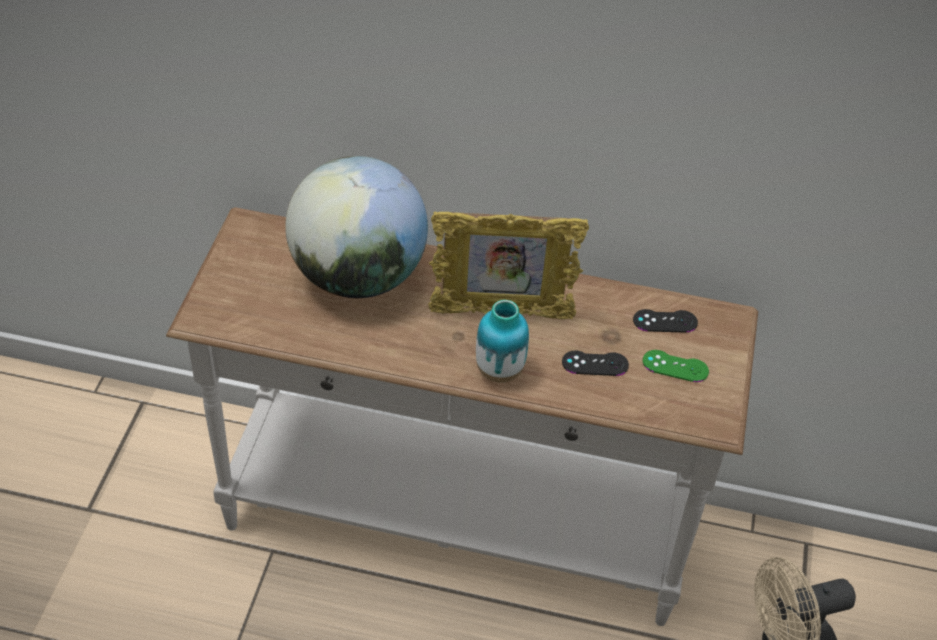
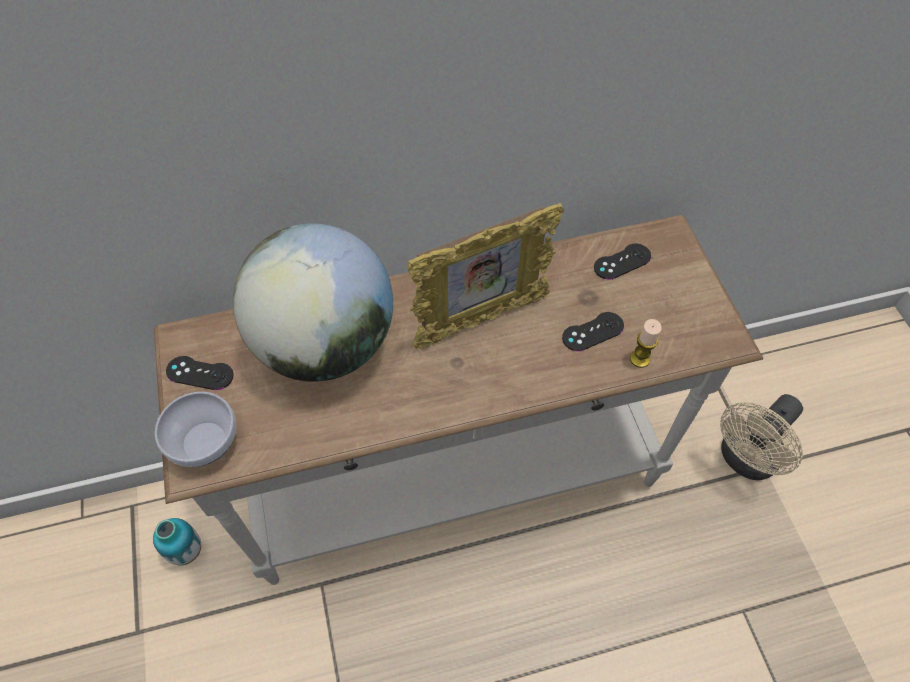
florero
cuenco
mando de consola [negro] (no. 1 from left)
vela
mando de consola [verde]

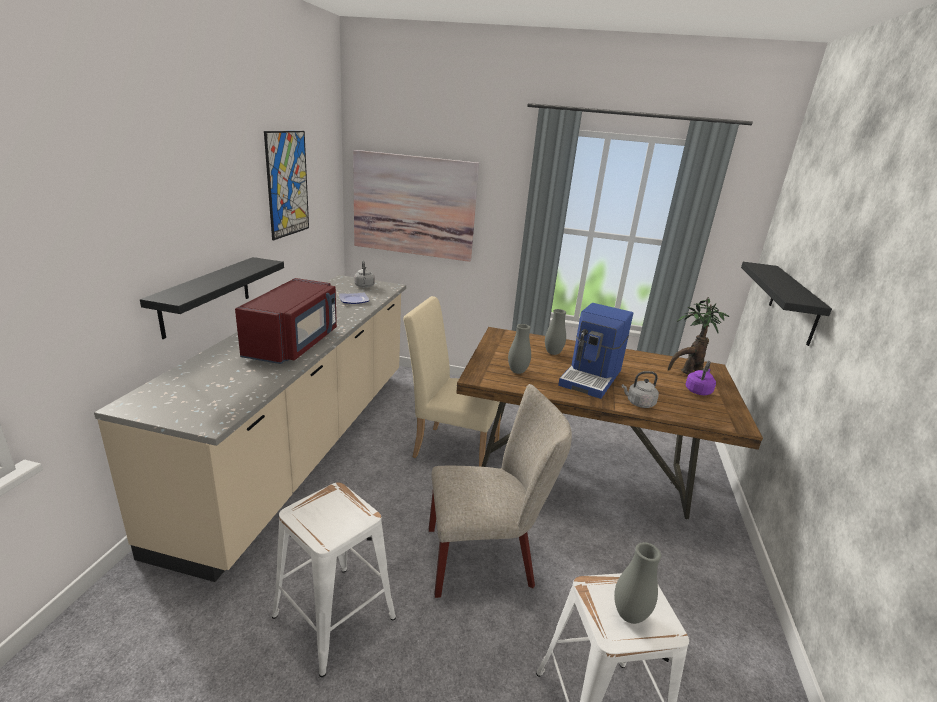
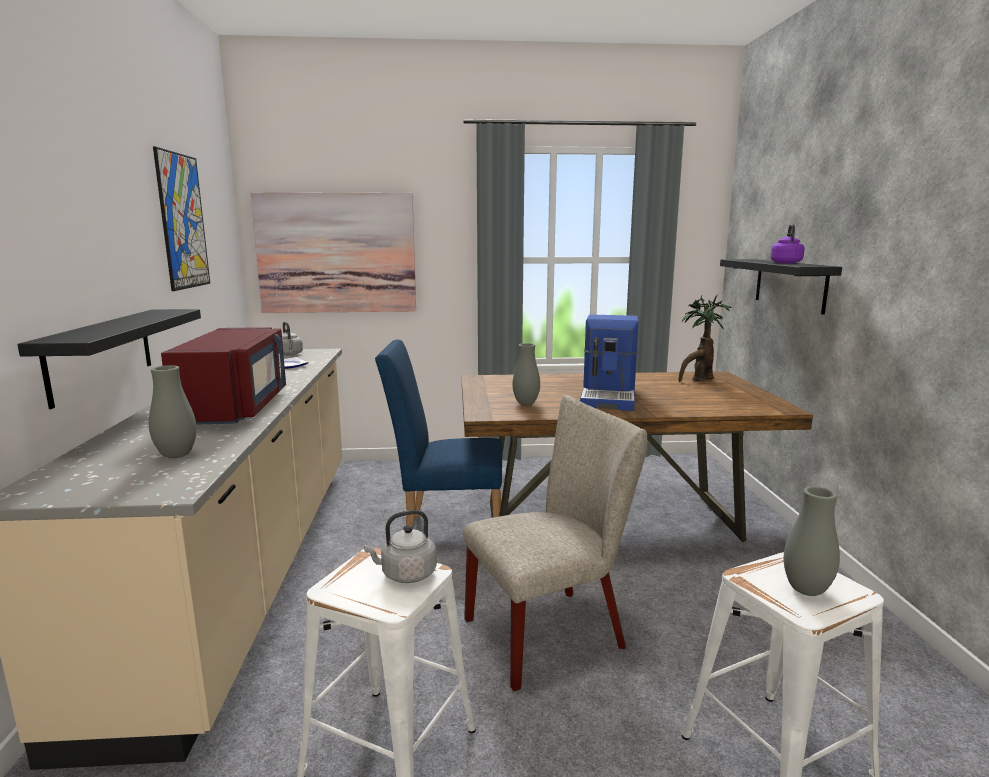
florero [gris] (no. 1 from left)
hervidor [gris] (no. 2 from left)
silla [azul]
hervidor [morado]

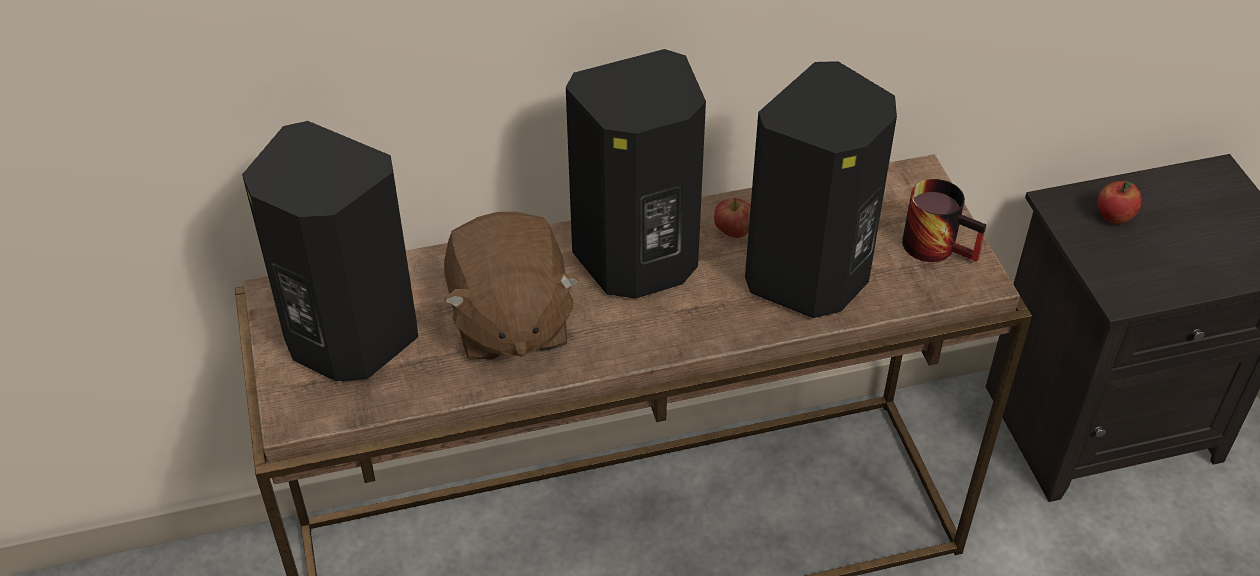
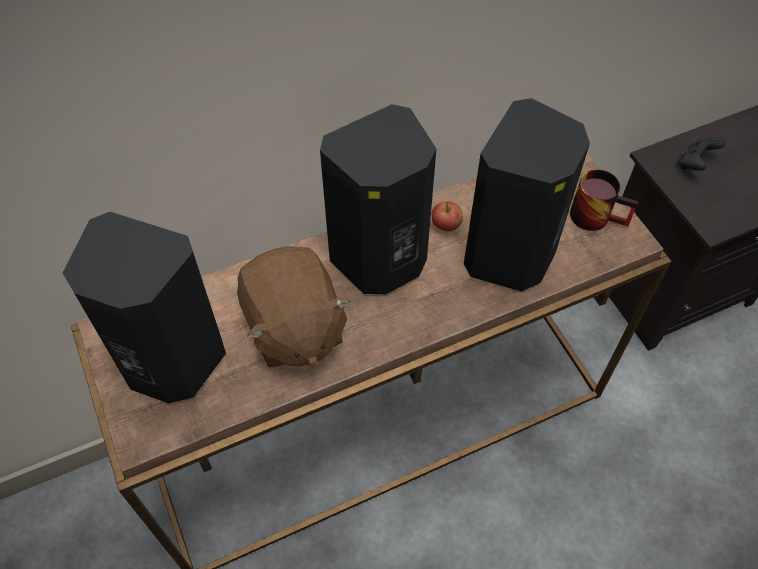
mando de consola [negro]

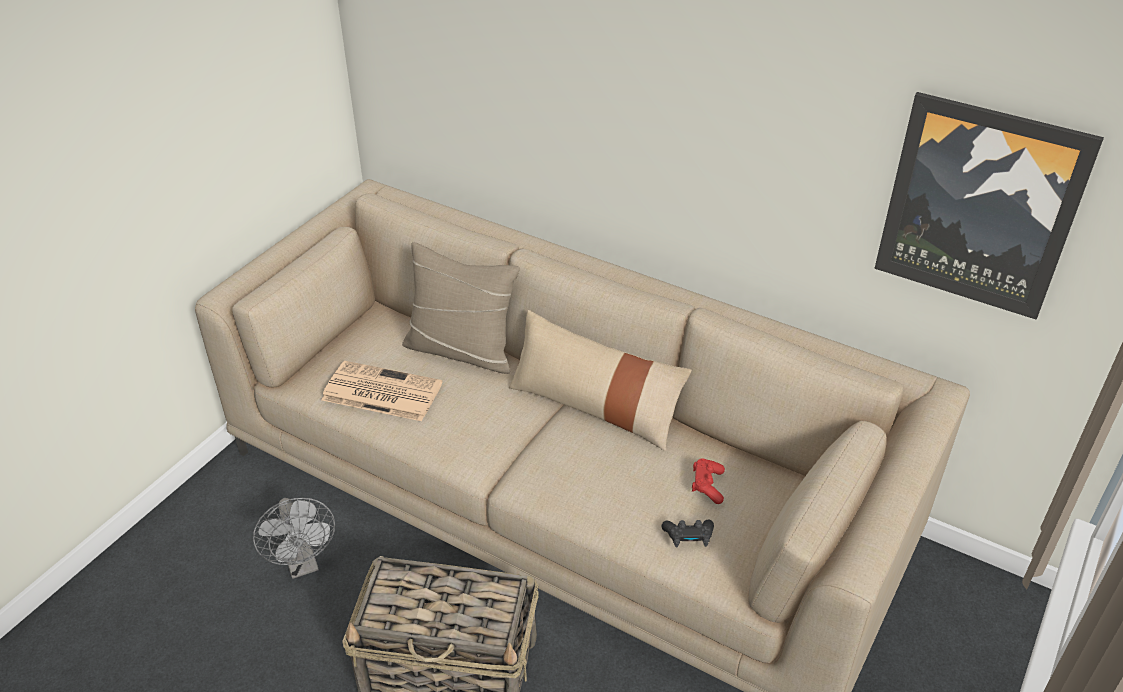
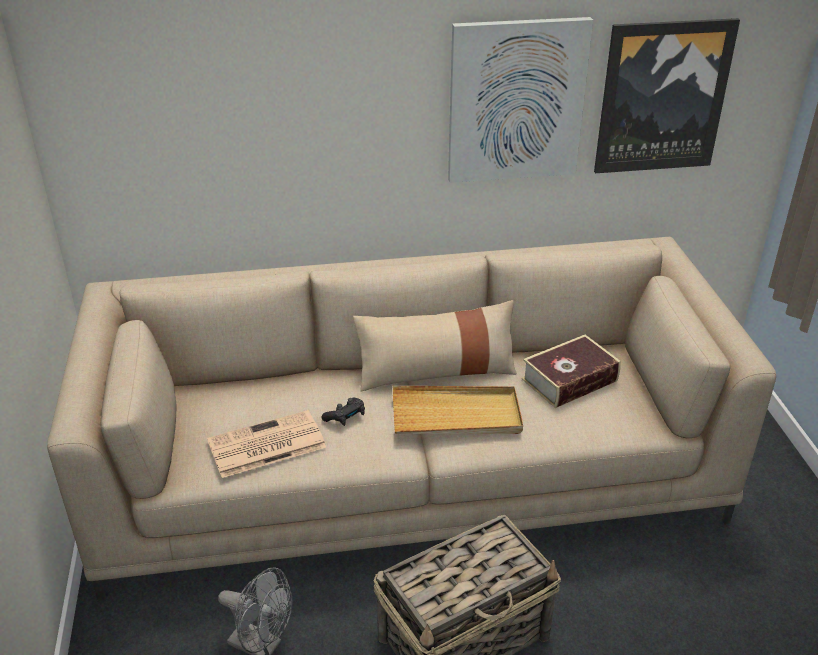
mando de consola [negro]
bandeja [beis]
cuadro (no. 1 from left)
libro
cojín [beis] (no. 1 from left in the first image)

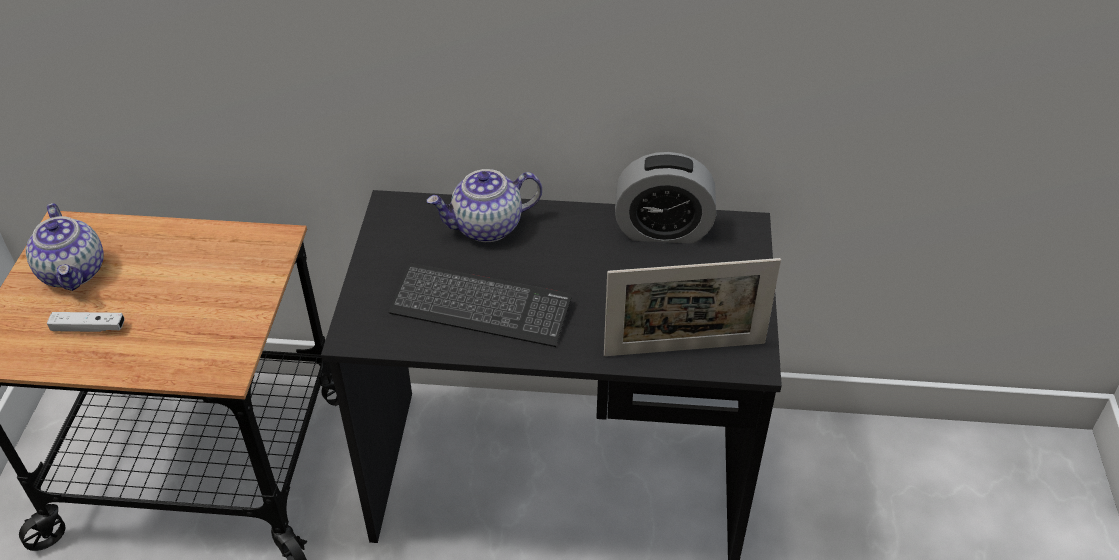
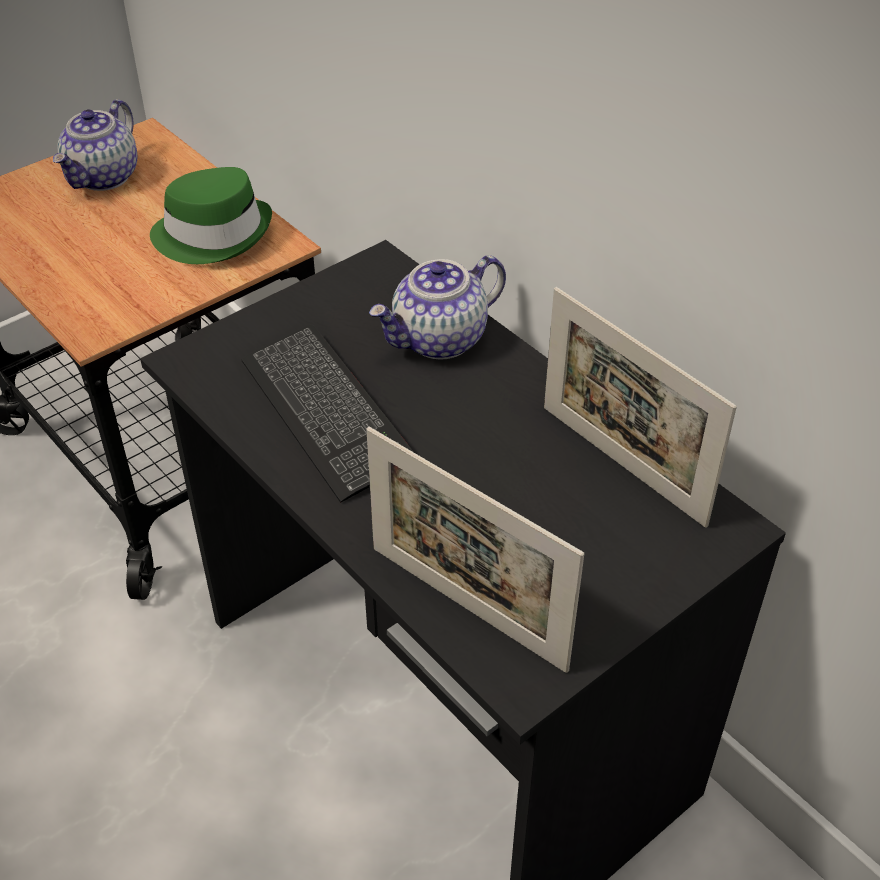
sombrero [verde]
tetera (no. 2 from left)
portarretratos (no. 2 from left)
mando de consola [blanco]

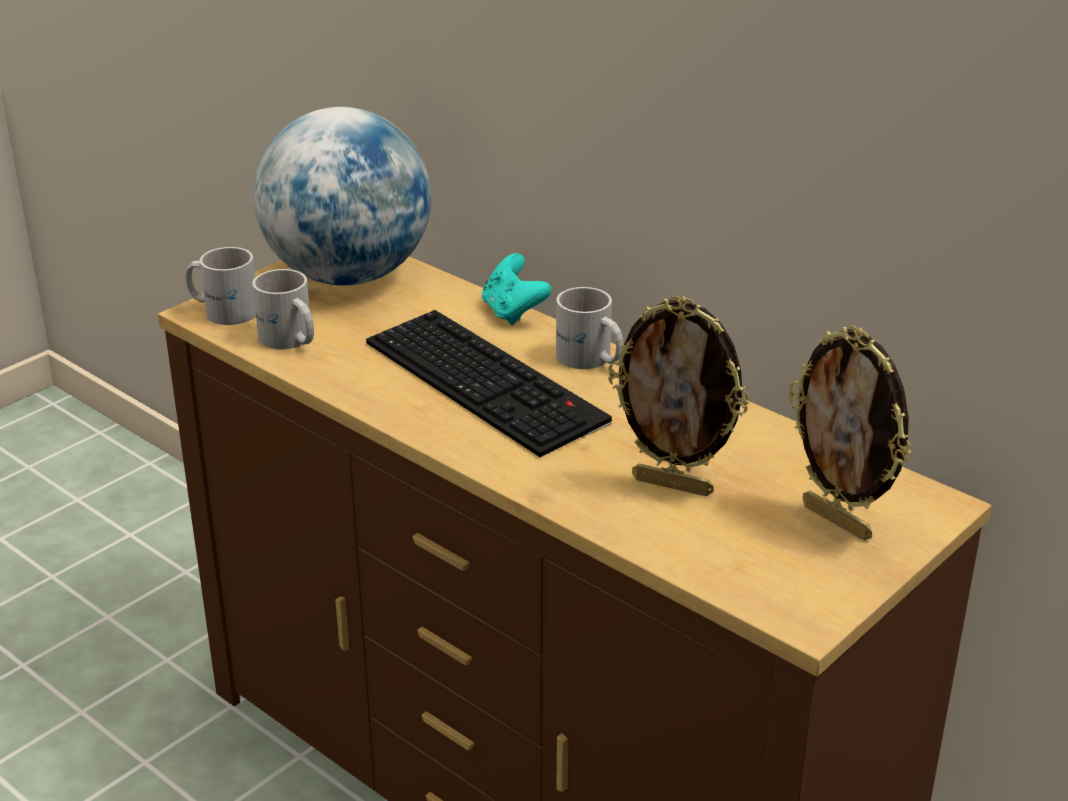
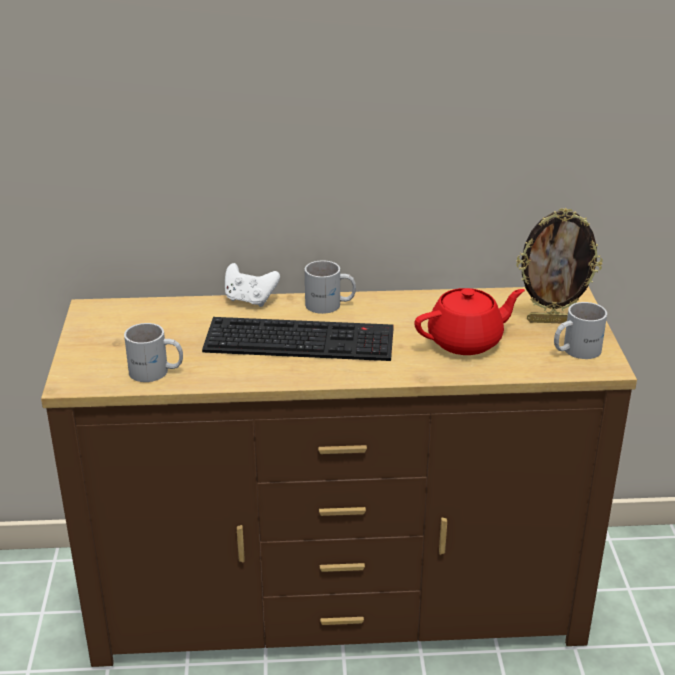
mando de consola [blanco]
tetera [rojo]
taza grande [blanco] (no. 3 from left)
globo terráqueo

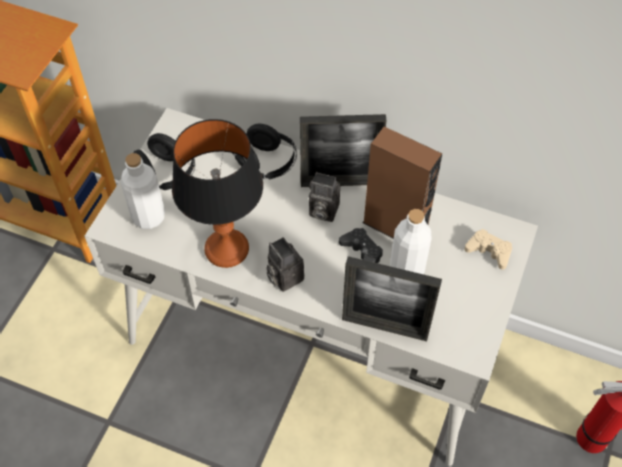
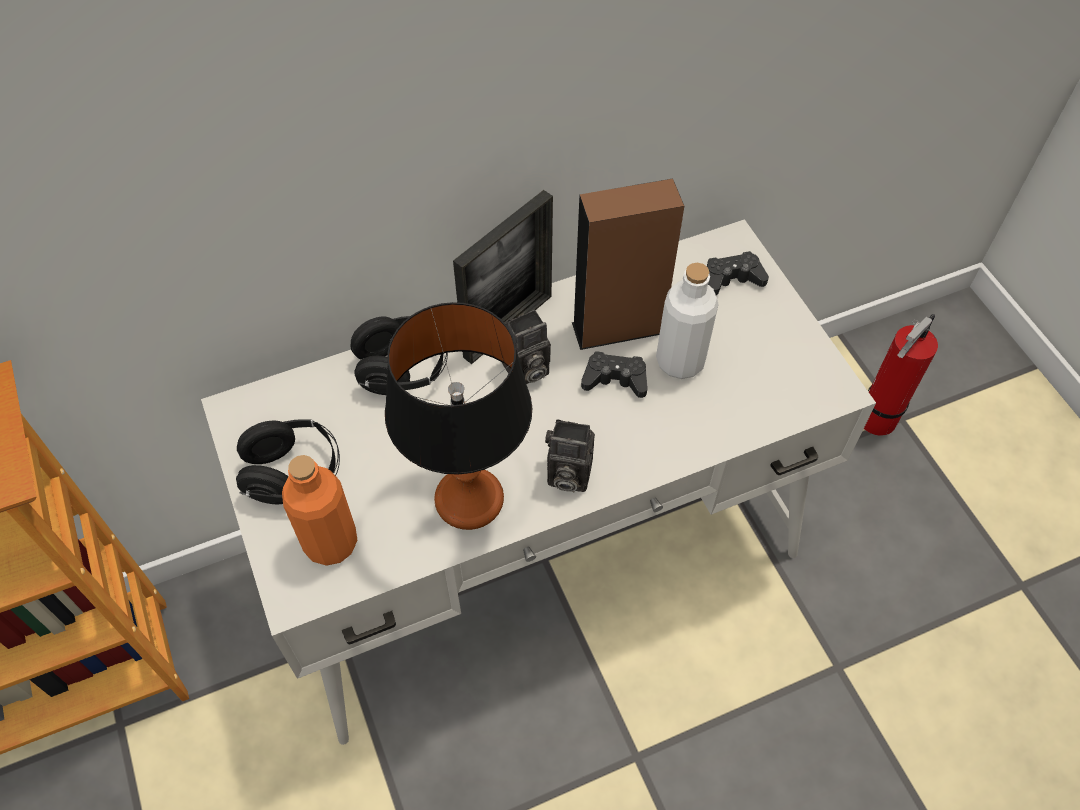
botella [naranja]
mando de consola [negro] (no. 2 from left)
portarretratos (no. 2 from left in the first image)

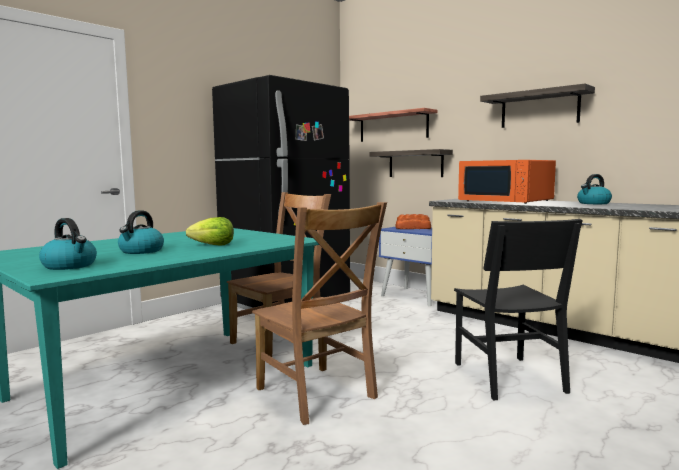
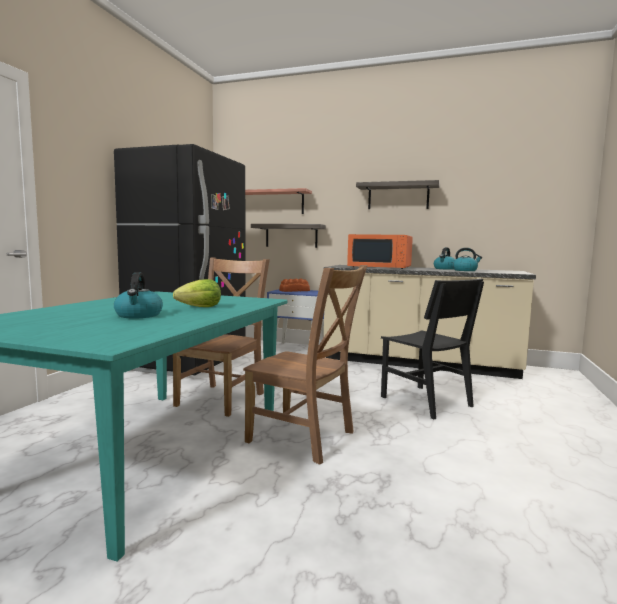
hervidor (no. 3 from left)

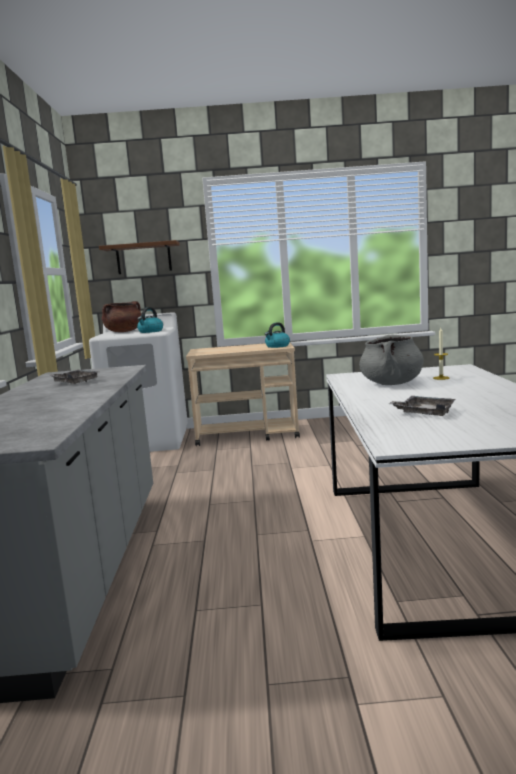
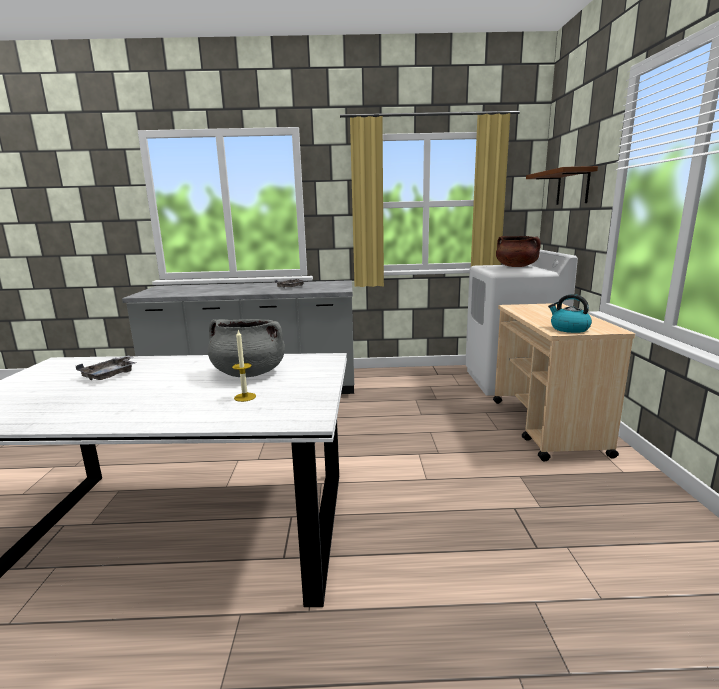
hervidor (no. 1 from left in the first image)

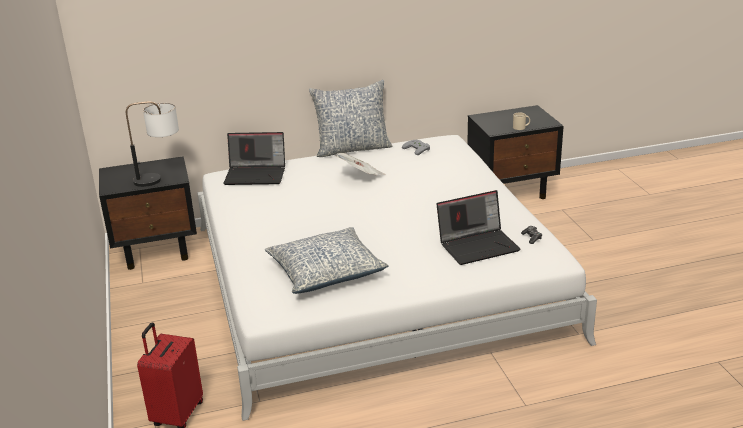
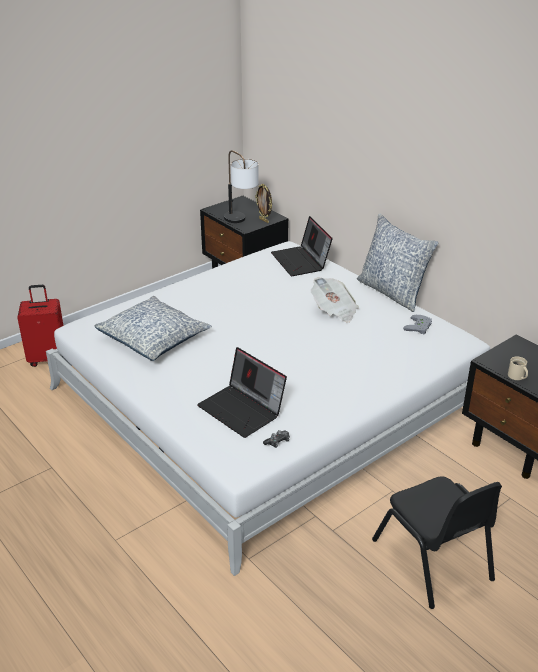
portarretratos
silla [negro]

